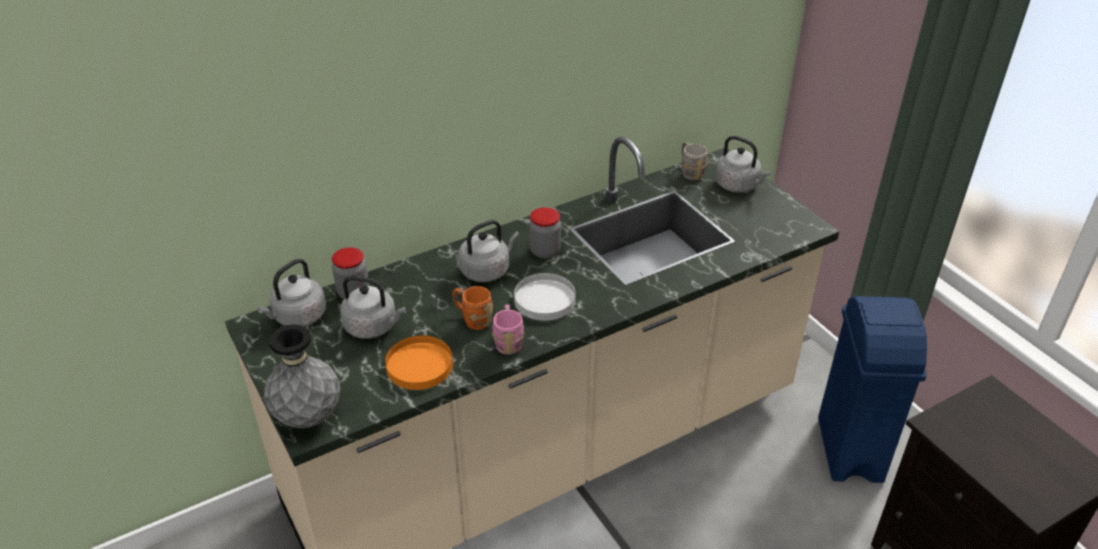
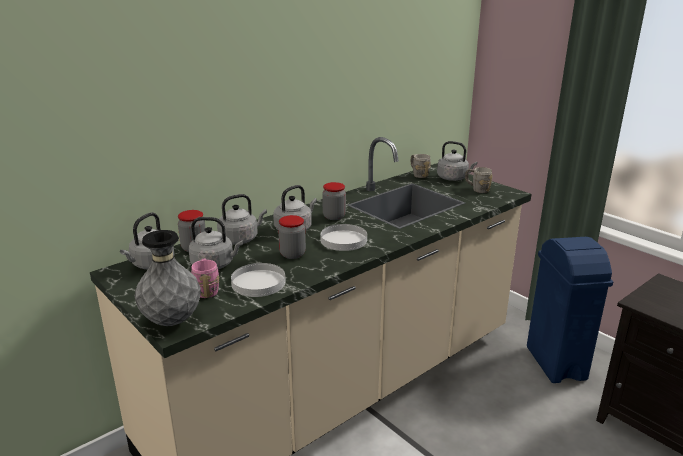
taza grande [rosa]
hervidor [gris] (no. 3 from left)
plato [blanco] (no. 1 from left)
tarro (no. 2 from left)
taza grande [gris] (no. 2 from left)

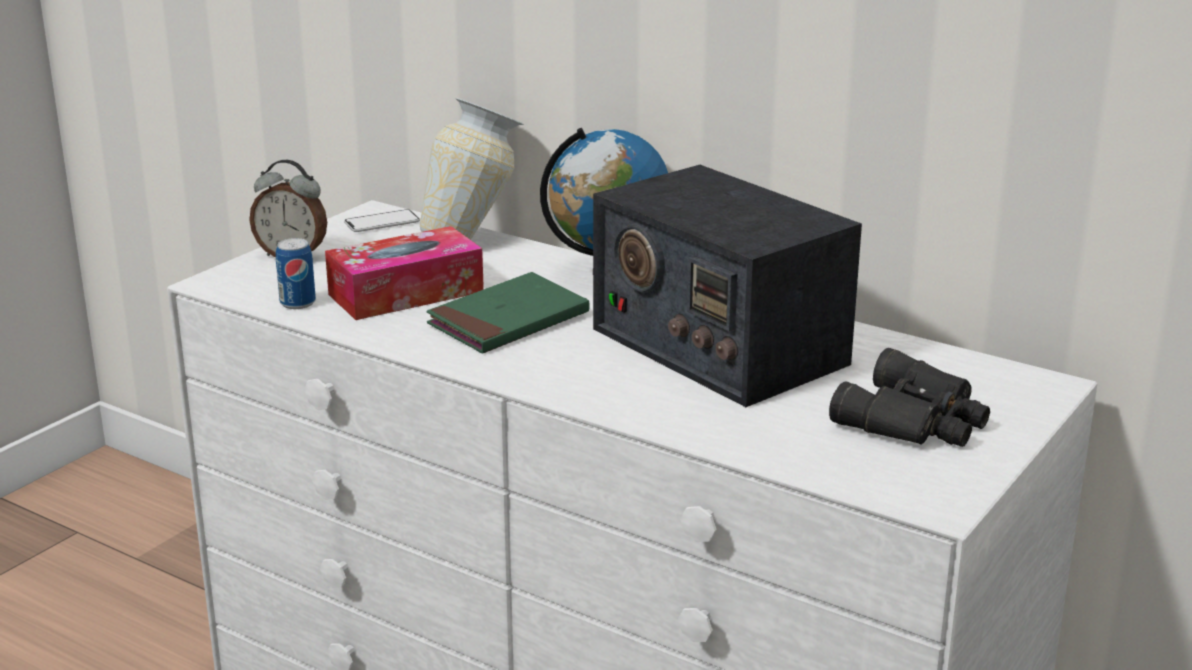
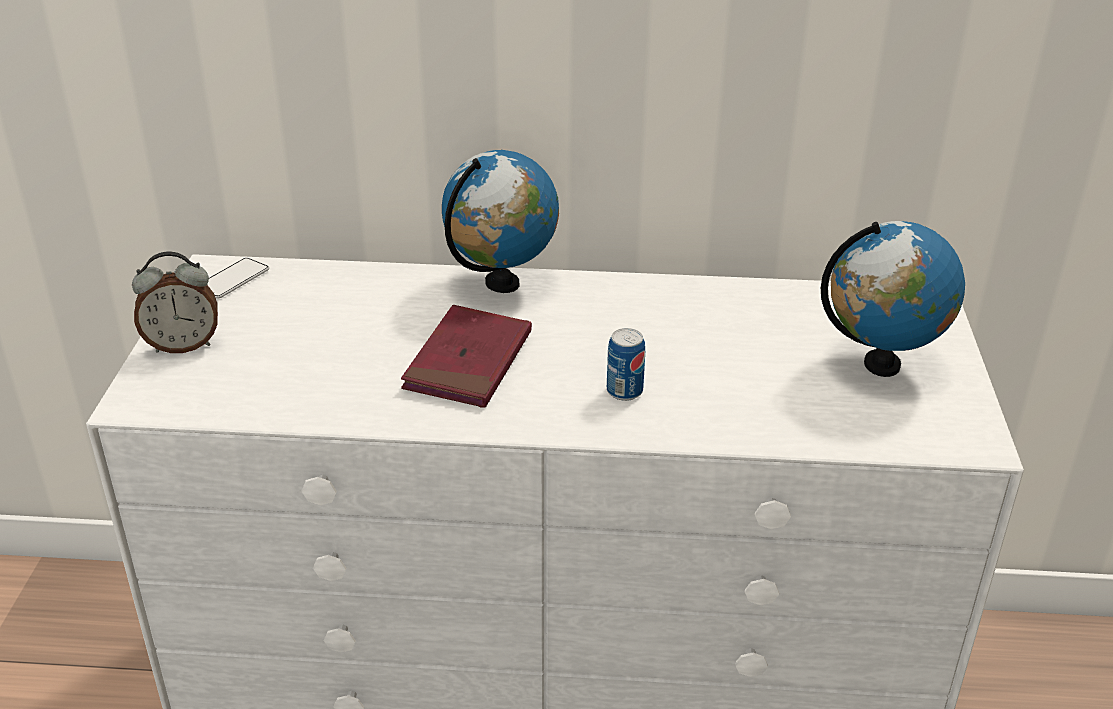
libro [rojo]
lata
globo terráqueo (no. 2 from left)
caja de pañuelos
florero
radio

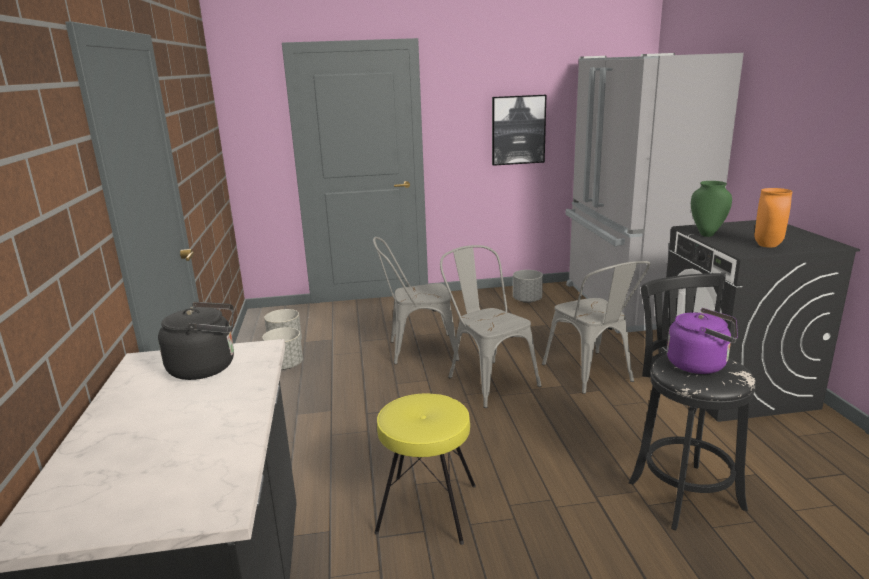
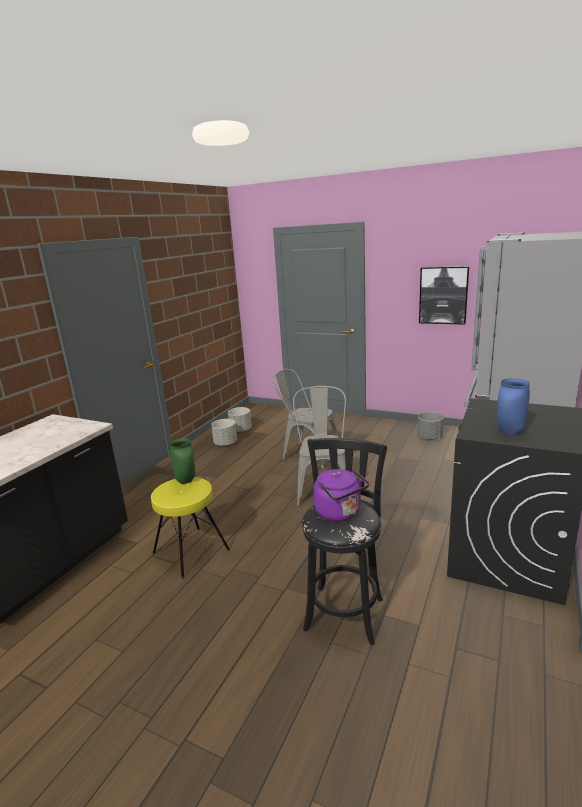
florero [verde]
florero [azul]
hervidor [negro]
silla [gris] (no. 3 from left in the first image)

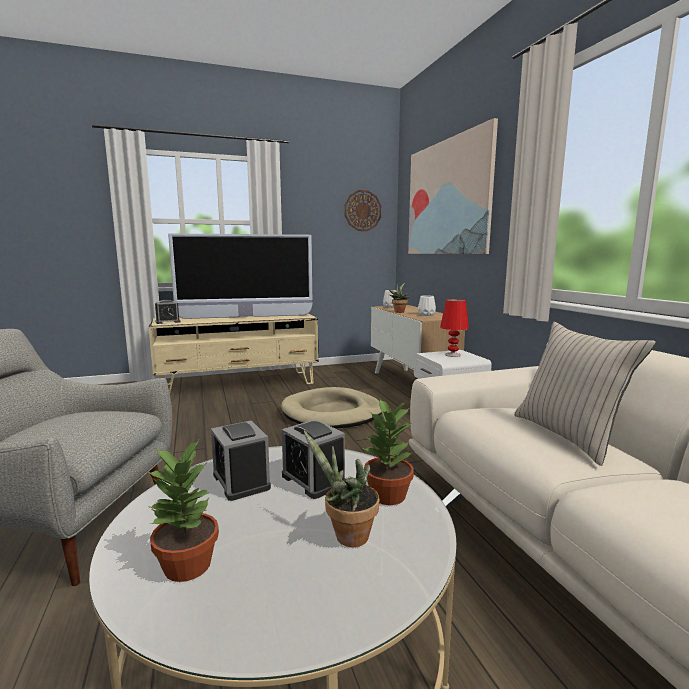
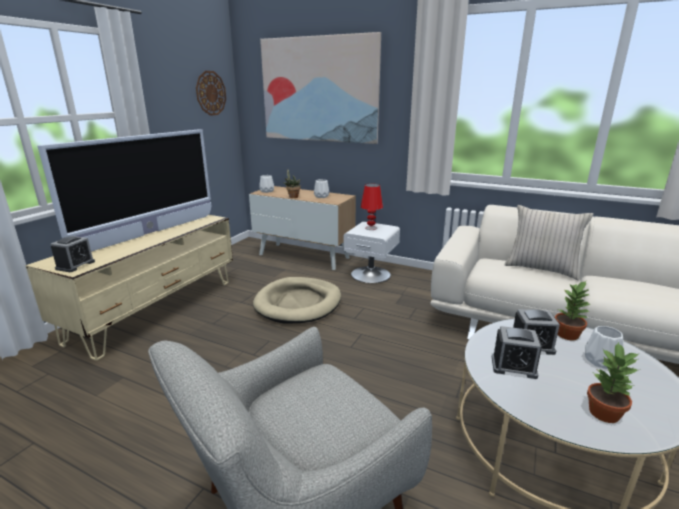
florero [blanco] (no. 3 from left)

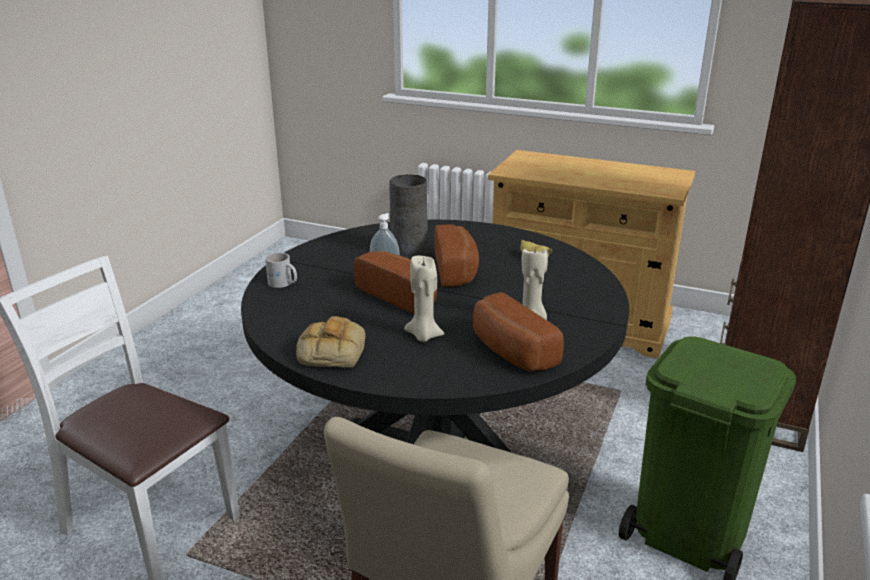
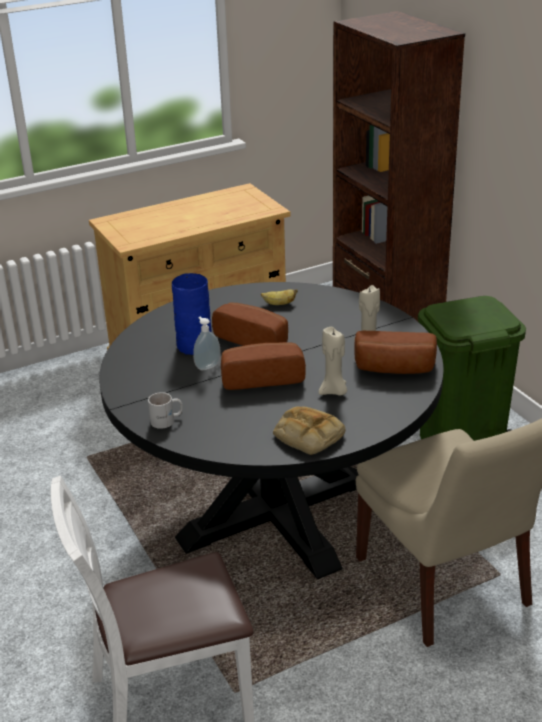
florero [azul]

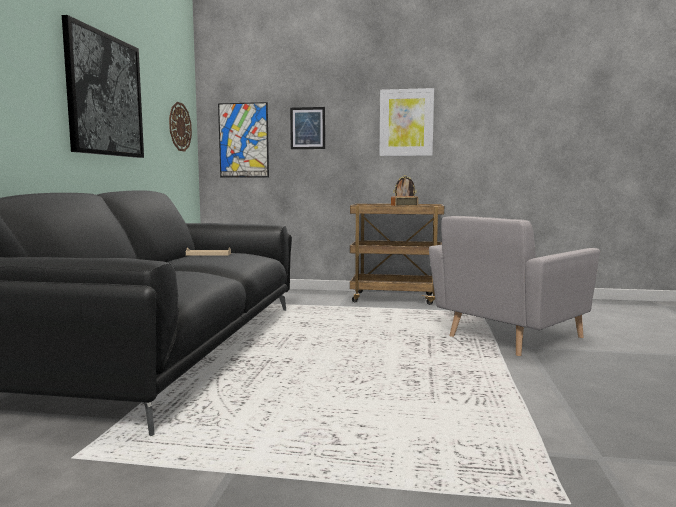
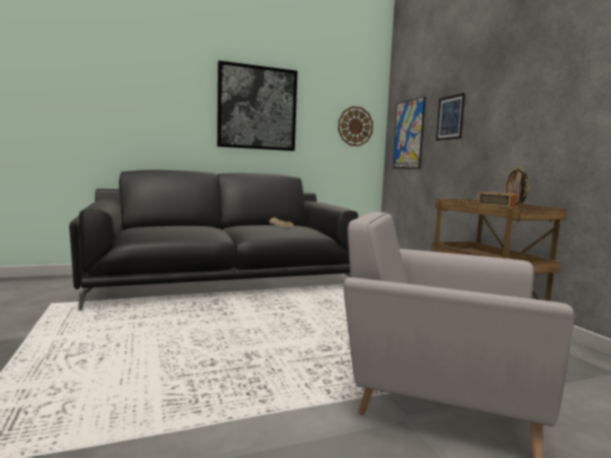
cuadro (no. 4 from left in the first image)

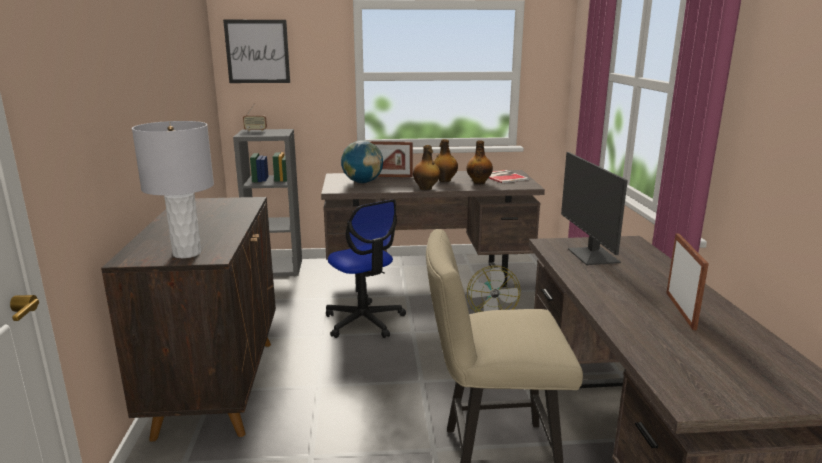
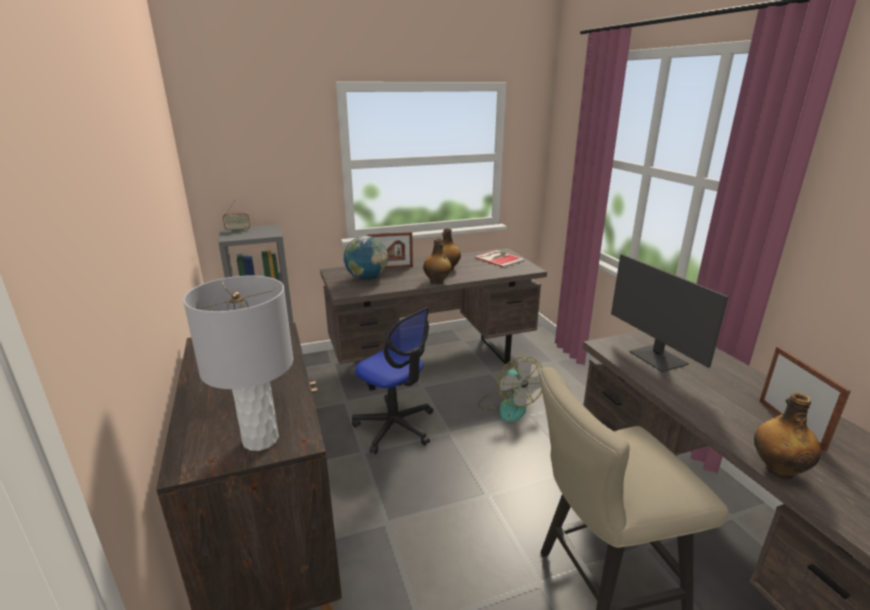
botella (no. 3 from left)
cuadro

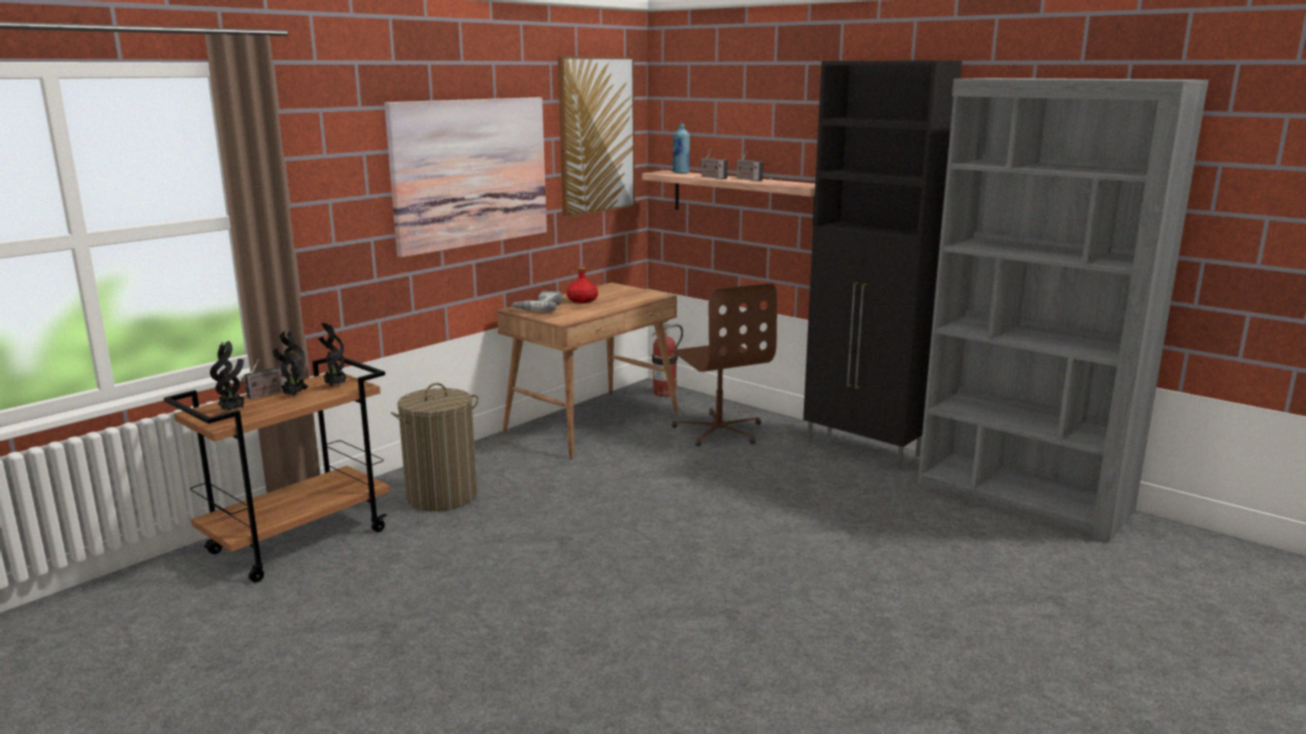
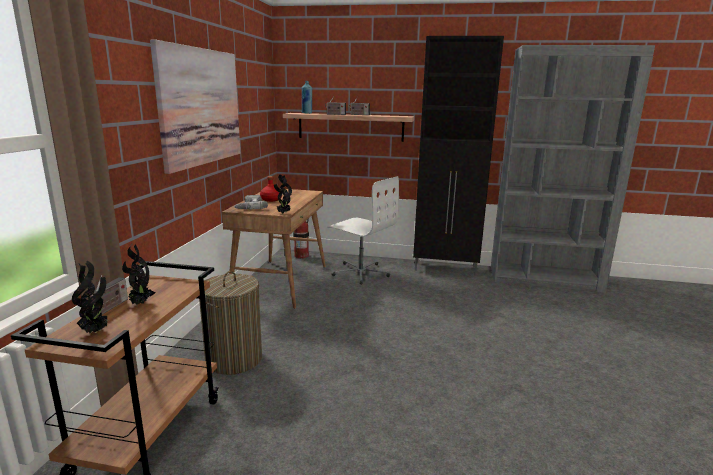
planta en maceta (no. 3 from left)
silla de oficina [blanco]
cuadro (no. 2 from left in the first image)

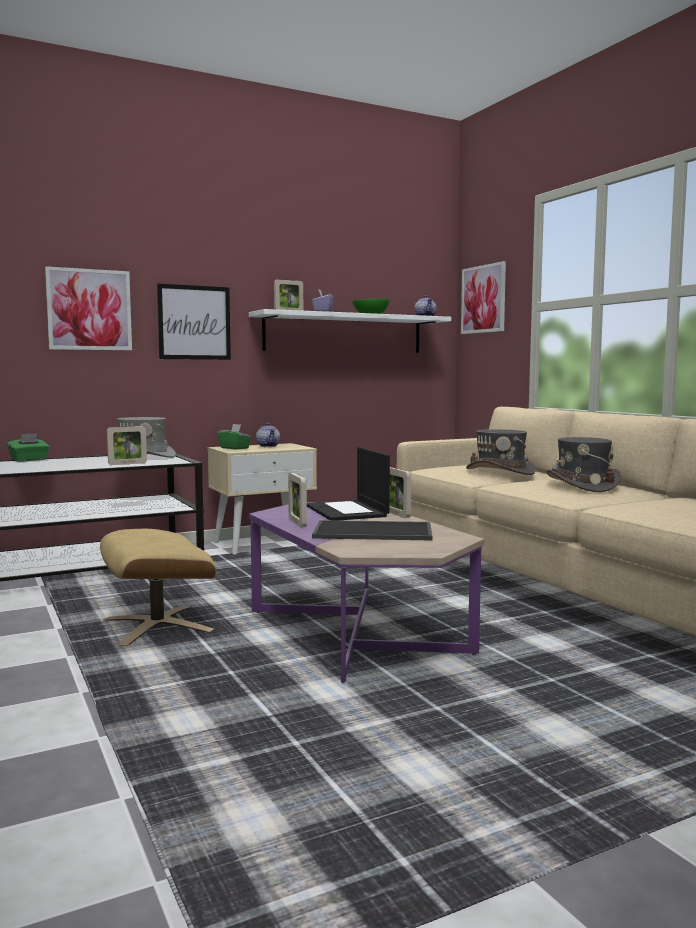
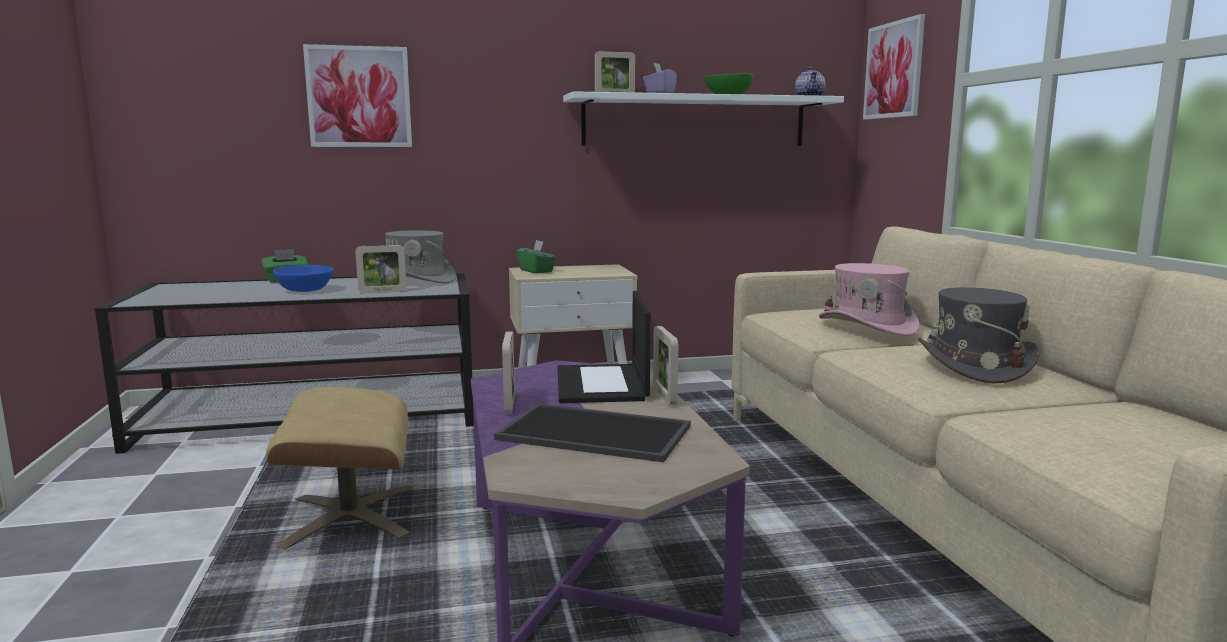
cuenco [azul]
sombrero [rosa]
cuadro (no. 2 from left in the first image)
tetera (no. 1 from left in the first image)

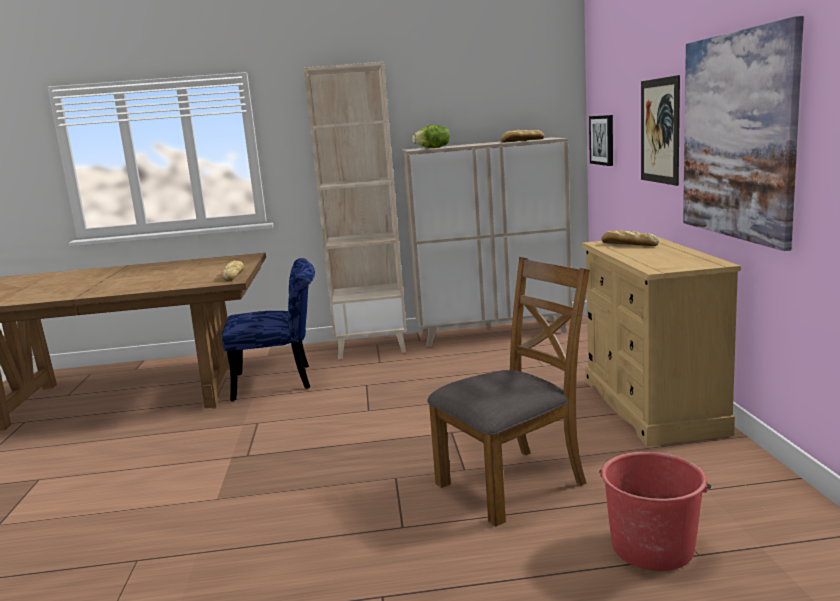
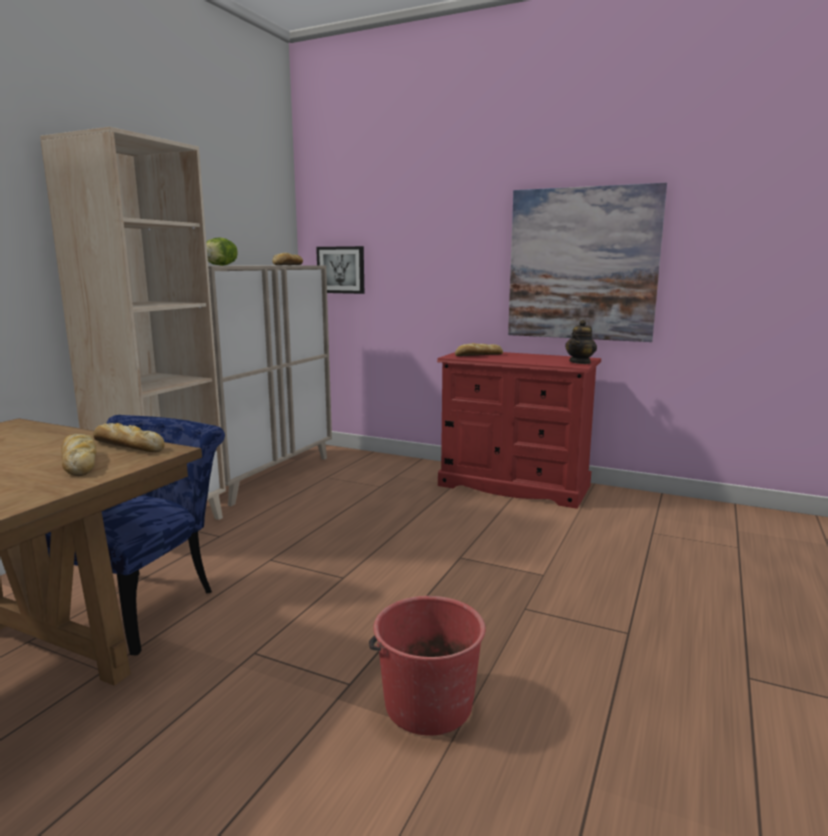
pan (no. 1 from left)
cubo [rojo]
cómoda [rojo]
tetera
silla [marrón]
cuadro (no. 2 from left in the first image)

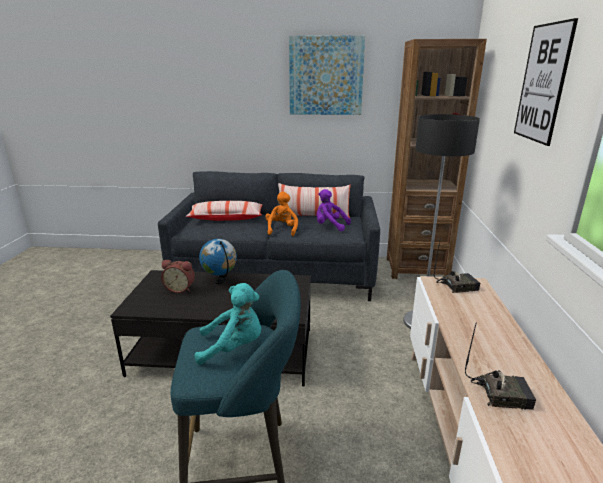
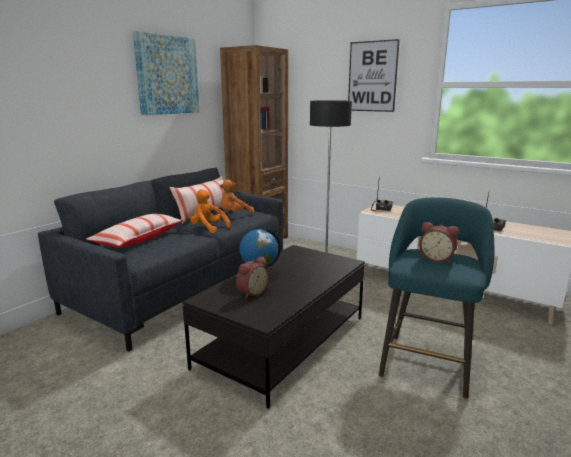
peluche [naranja] (no. 2 from left)
despertador (no. 2 from left)

